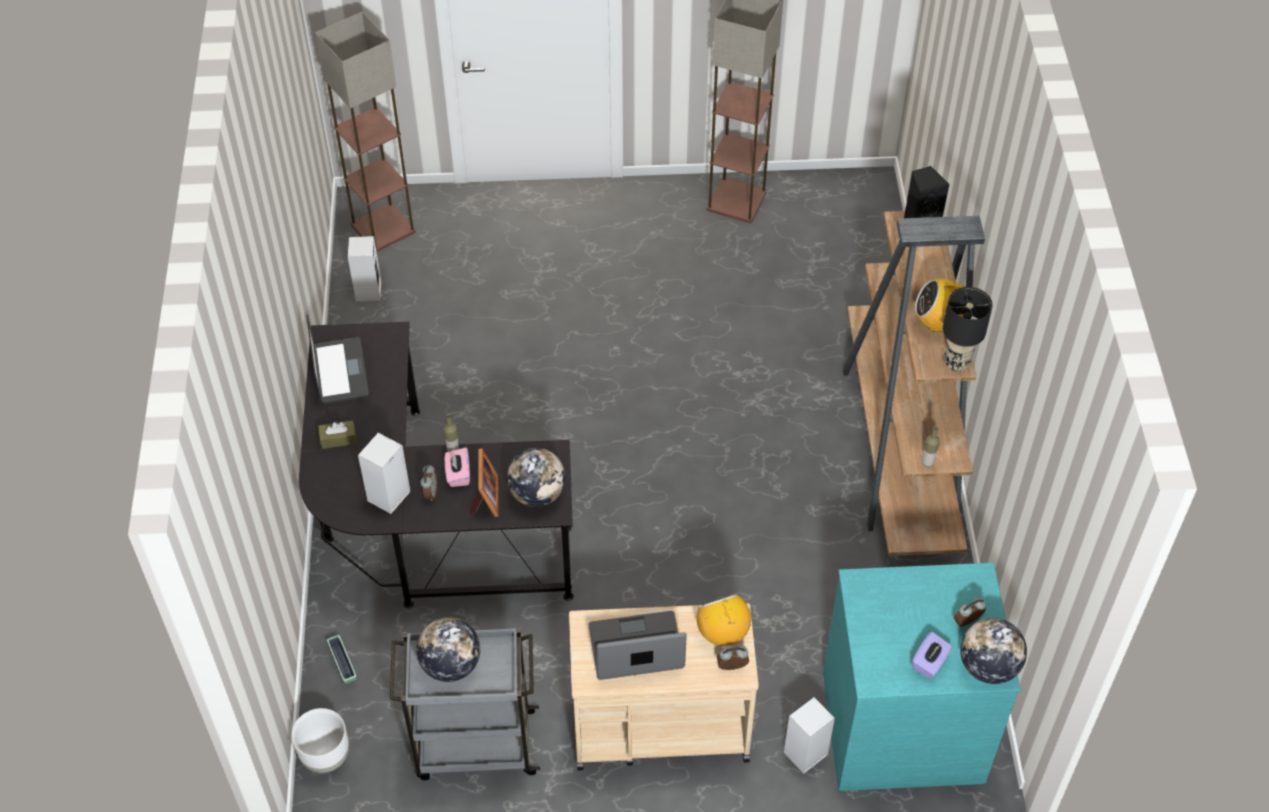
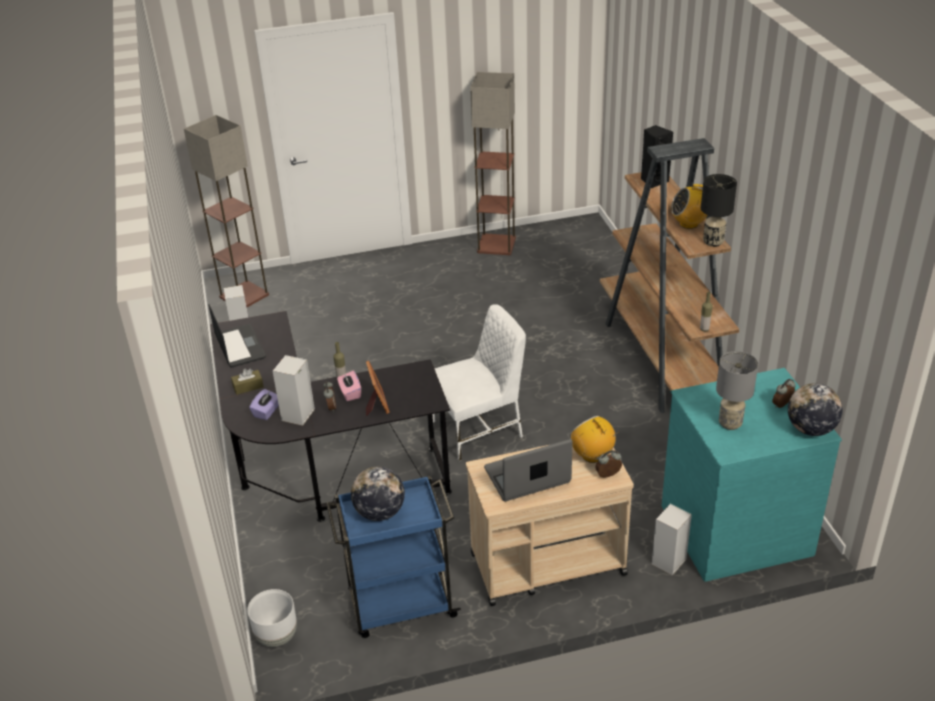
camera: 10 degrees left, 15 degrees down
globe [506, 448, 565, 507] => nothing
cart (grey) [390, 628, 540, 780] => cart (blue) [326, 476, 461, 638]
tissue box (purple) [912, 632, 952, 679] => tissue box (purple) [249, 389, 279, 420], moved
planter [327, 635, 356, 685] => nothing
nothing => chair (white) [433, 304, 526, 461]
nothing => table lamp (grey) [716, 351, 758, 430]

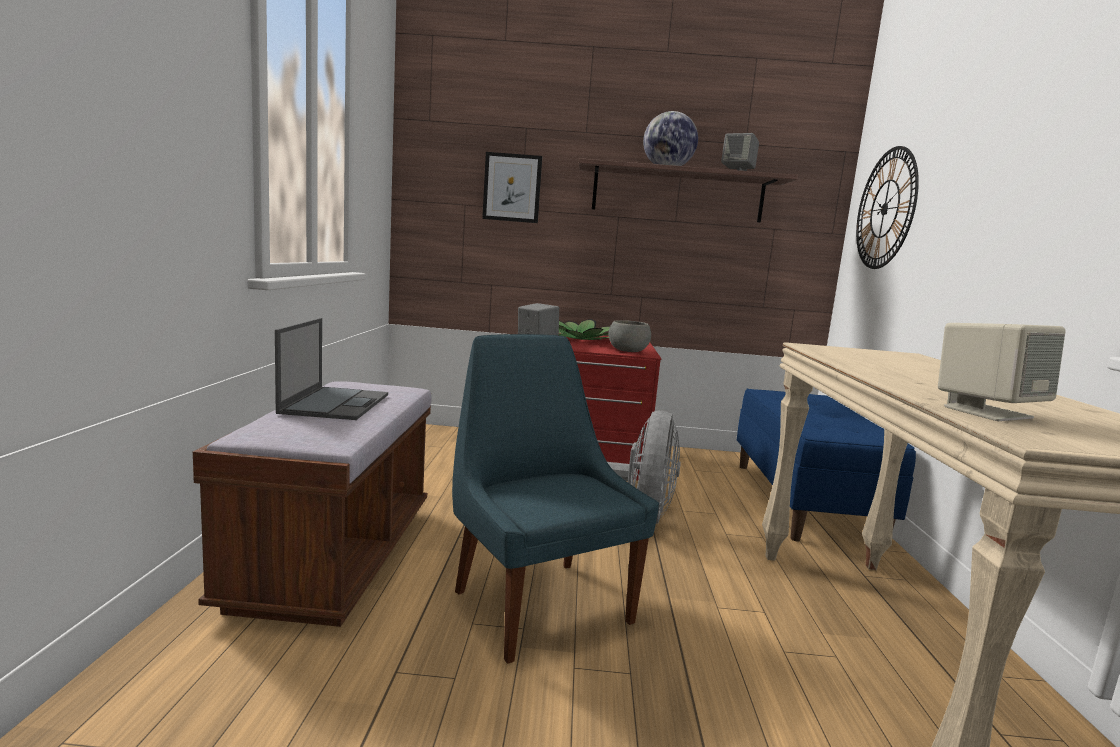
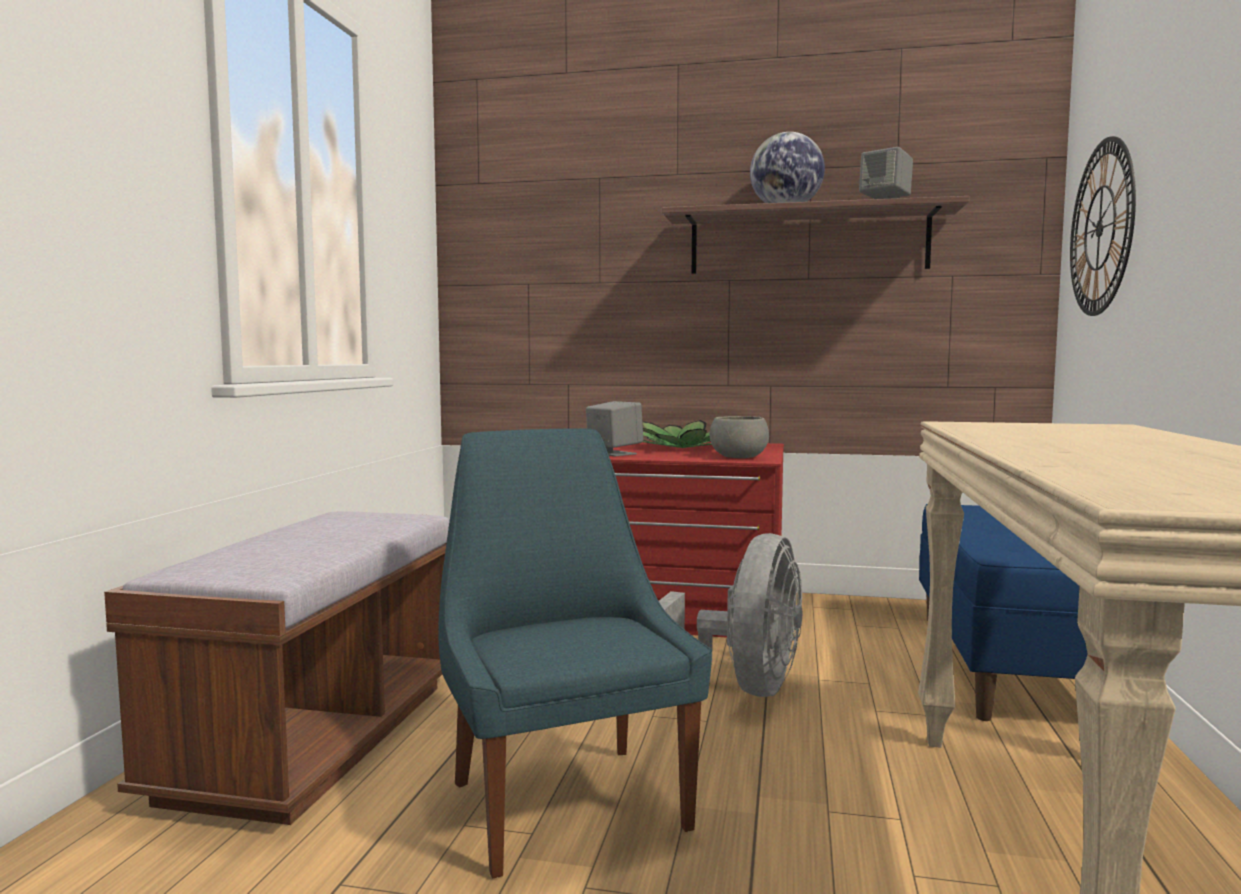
camera: 10 degrees right, 5 degrees down
picture [482, 152, 542, 223] => nothing
laptop [275, 318, 388, 420] => nothing
speaker (beige) [938, 323, 1066, 421] => nothing

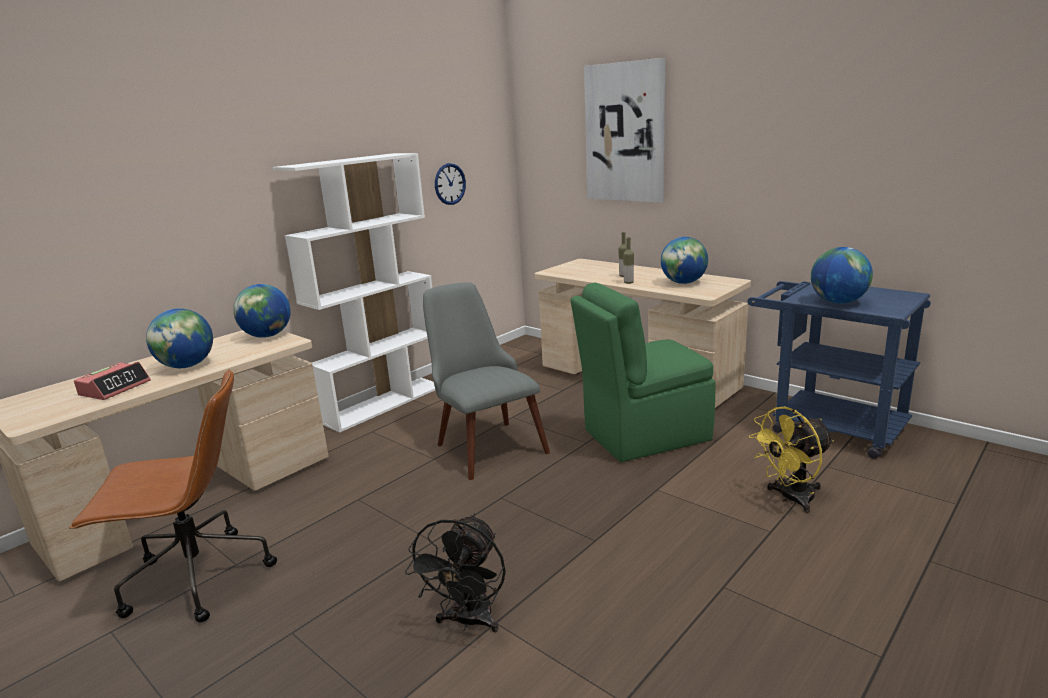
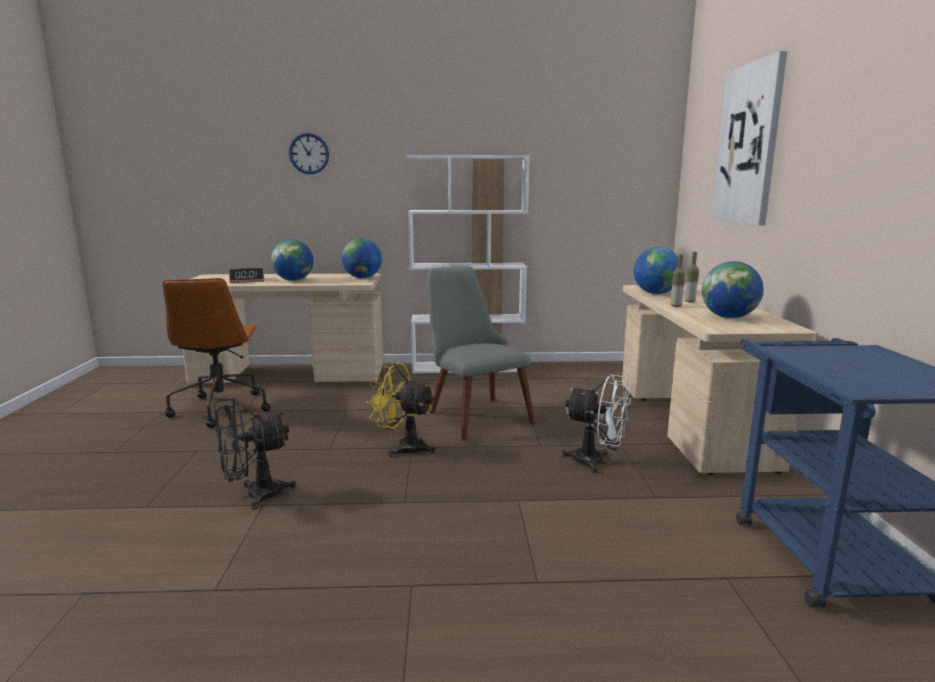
camera: 45 degrees right, 5 degrees down
wall clock [435, 163, 466, 205] => wall clock [289, 133, 329, 174], moved
globe [811, 247, 873, 304] => globe [634, 247, 678, 294], moved
chair (grey) [423, 282, 550, 480] => chair (grey) [427, 267, 535, 441], 45 degrees counterclockwise
chair (green) [570, 282, 716, 462] => fan (white) [561, 374, 631, 474]
office chair (brown) [69, 369, 277, 623] => office chair (brown) [163, 278, 271, 428], 45 degrees clockwise
fan (yellow) [749, 407, 834, 513] => fan (yellow) [366, 362, 435, 457], moved

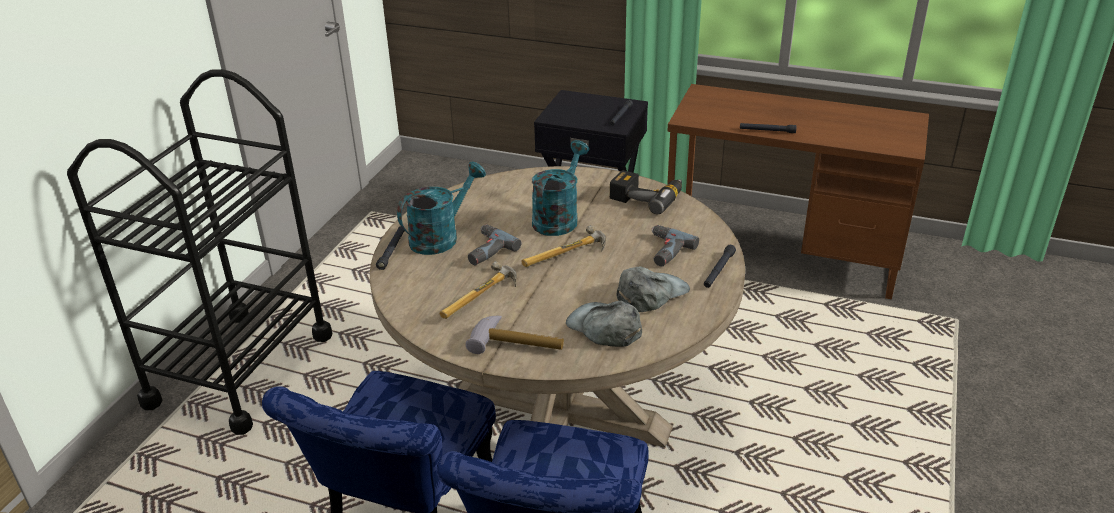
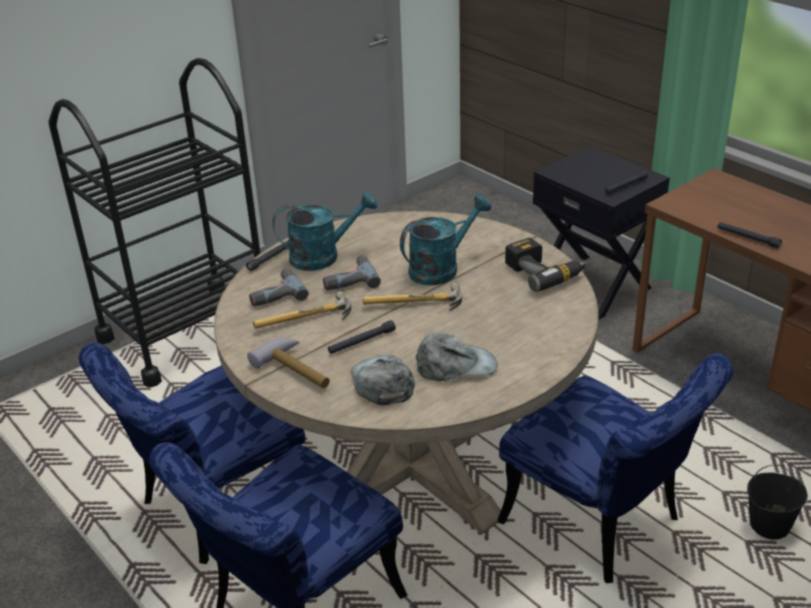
camera: 30 degrees right, 0 degrees up
power drill [651, 225, 699, 267] => power drill [249, 268, 309, 306], moved
flashlight (black) [704, 245, 736, 288] => flashlight (black) [328, 320, 396, 354], moved
nothing => chair (blue) [498, 353, 733, 583]
nothing => bucket (black) [747, 465, 808, 540]

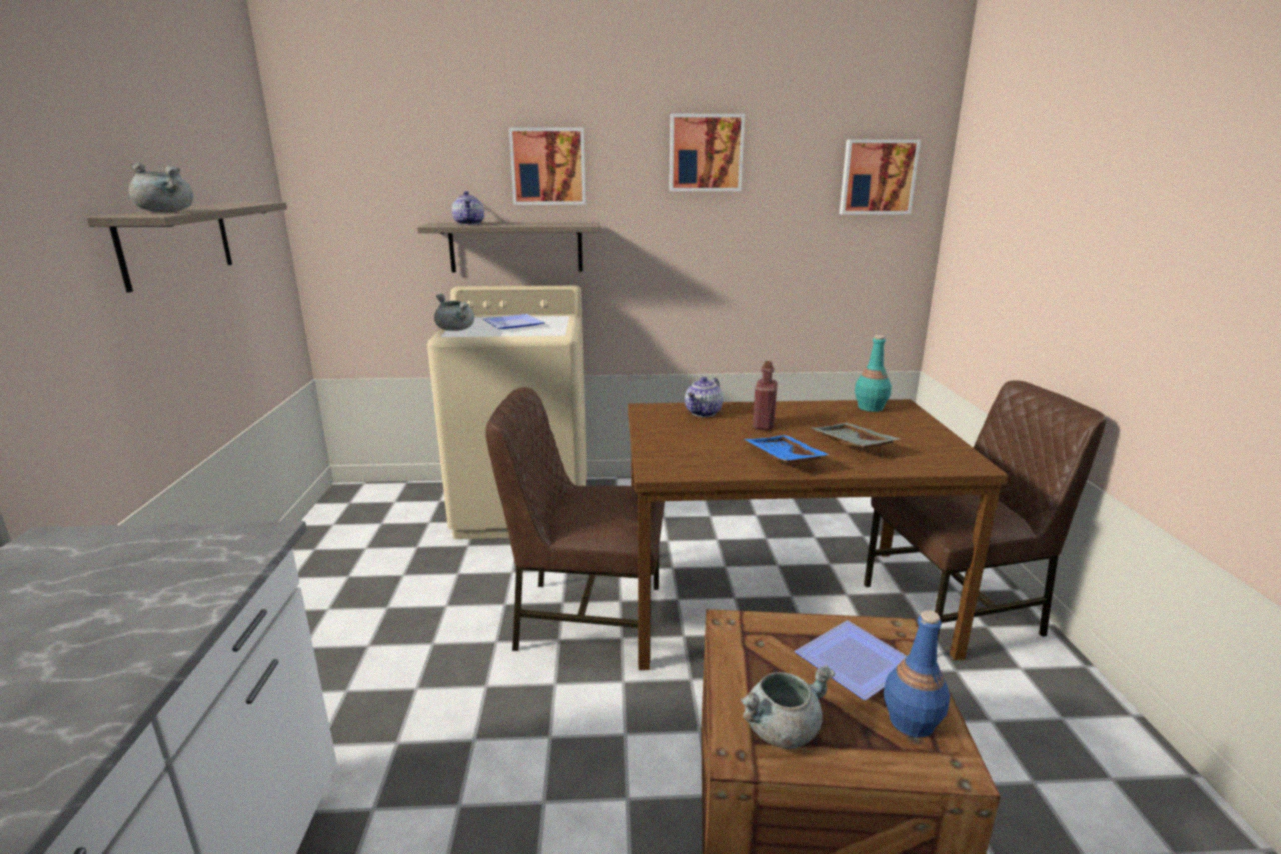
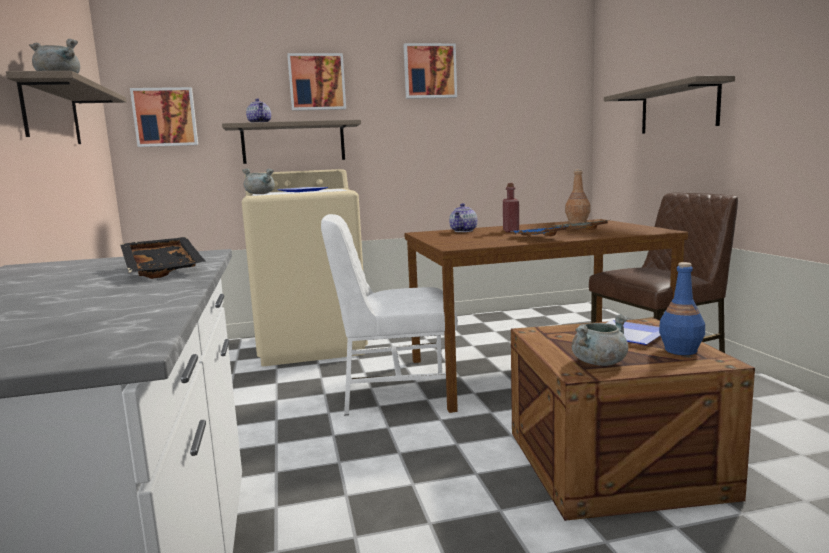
camera: 10 degrees left, 10 degrees down
picture [839, 139, 921, 215] => picture [130, 87, 198, 147], moved
bottle (turquoise) [855, 335, 892, 412] => bottle (brown) [565, 169, 591, 223]
chair (brown) [485, 387, 665, 651] => chair (white) [321, 214, 458, 416]
nothing => shelf [604, 76, 735, 134]
nothing => tray (black) [120, 237, 205, 279]

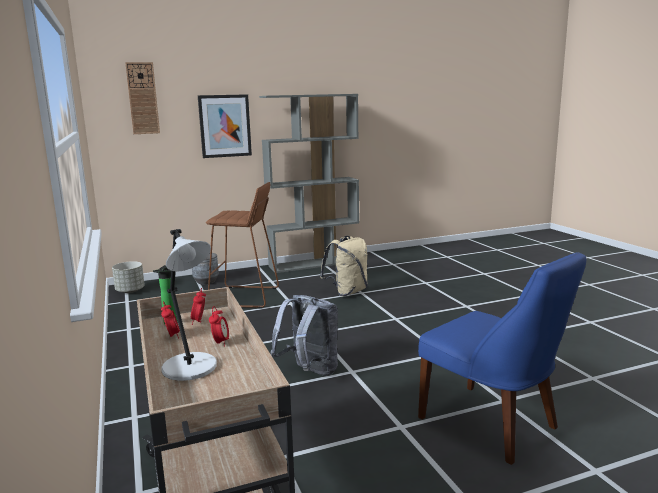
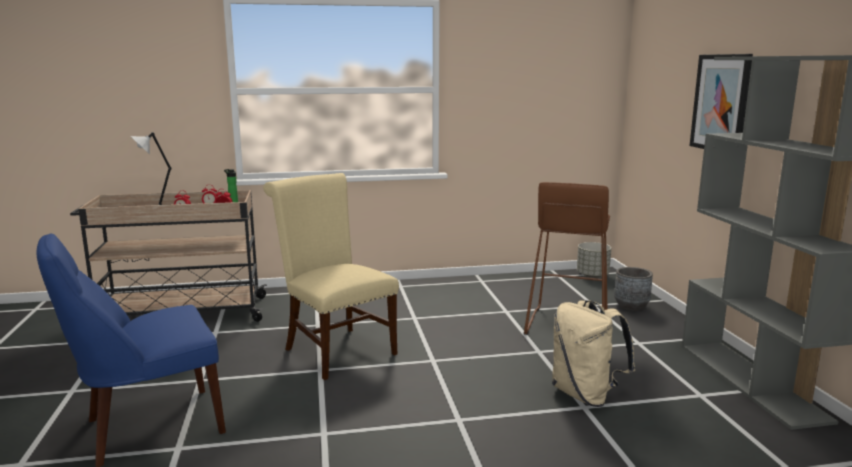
camera: 100 degrees right, 0 degrees up
wall clock [125, 62, 160, 134] => nothing
backpack (grey) [270, 295, 338, 376] => chair (beige) [263, 173, 399, 380]

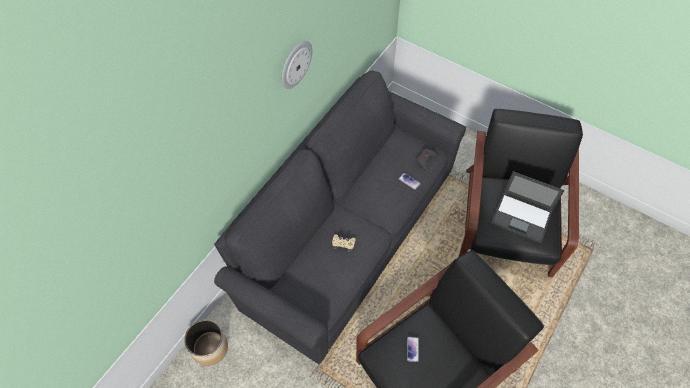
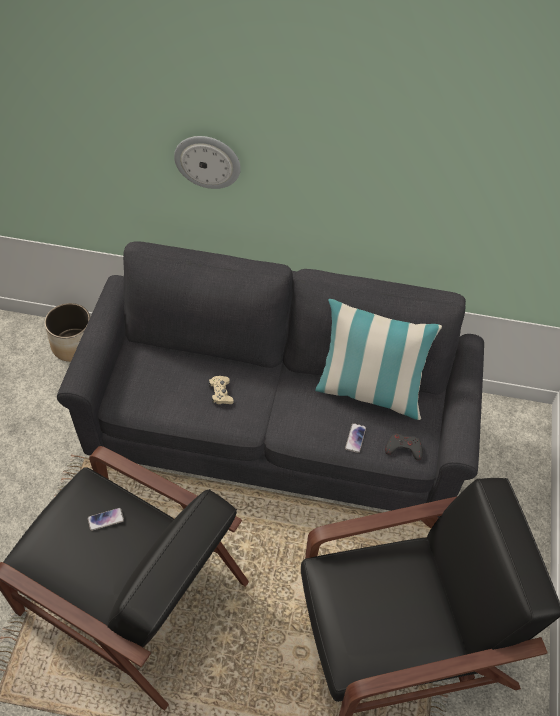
camera: 65 degrees right, 5 degrees down
wall clock [281, 41, 312, 89] => wall clock [174, 136, 241, 189], moved
laptop [491, 171, 565, 243] => nothing
nothing => pillow [315, 299, 442, 420]

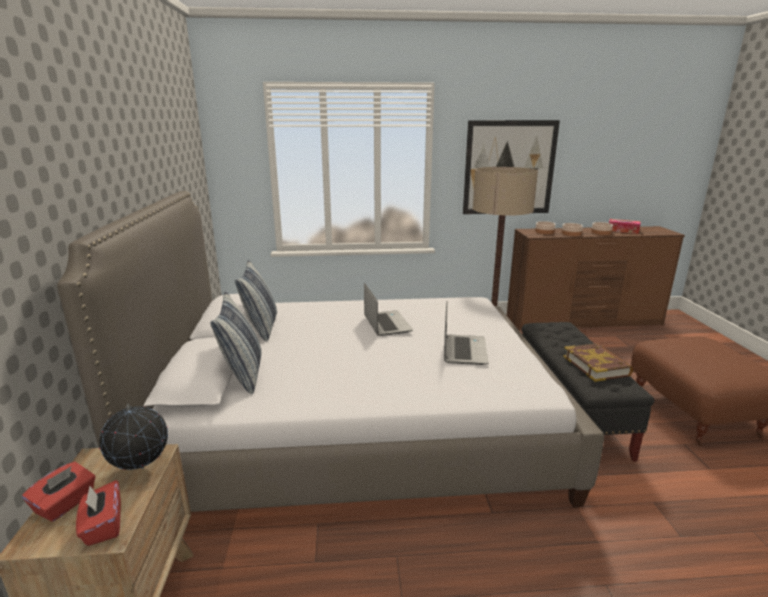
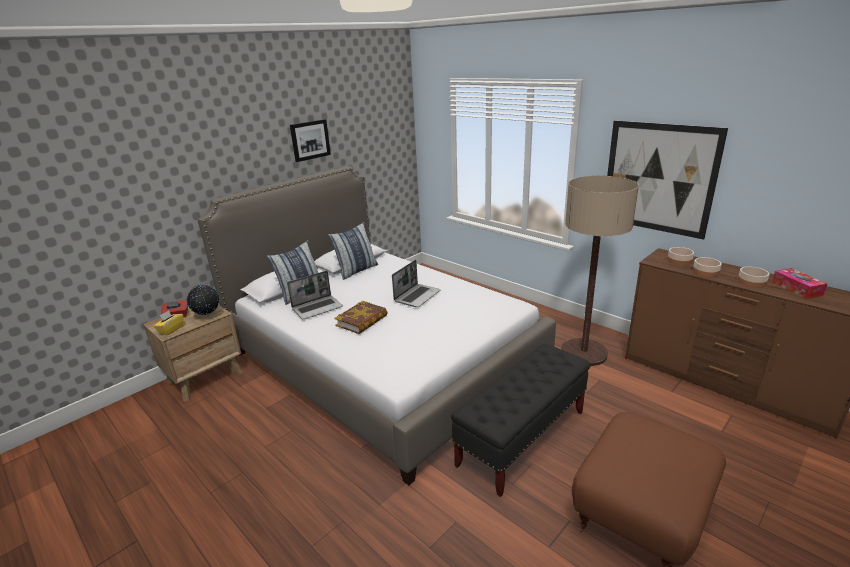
camera: 50 degrees right, 5 degrees up
laptop [444, 302, 489, 365] => laptop [287, 271, 343, 319], moved
book [563, 343, 633, 382] => book [334, 301, 388, 334], moved
tissue box (red) [76, 480, 121, 546] => tissue box (yellow) [154, 310, 184, 335]
nothing => picture [290, 119, 331, 162]

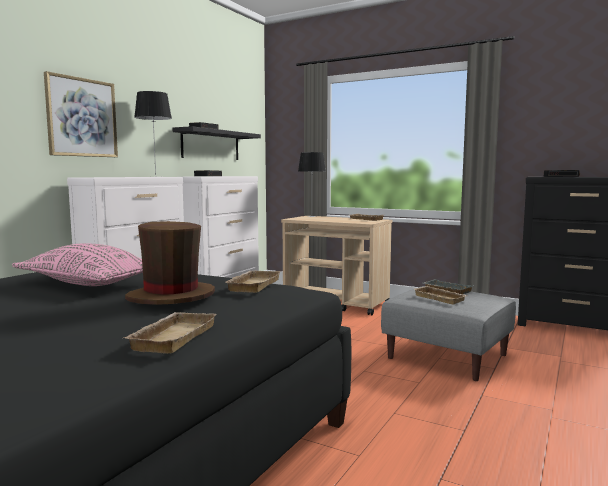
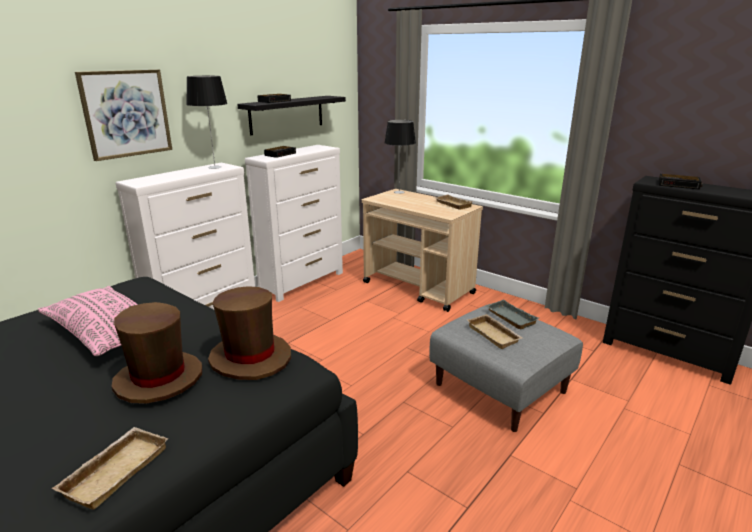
camera: 10 degrees right, 15 degrees up
tray (beige) [226, 271, 281, 293] => hat (brown) [208, 286, 291, 380]

